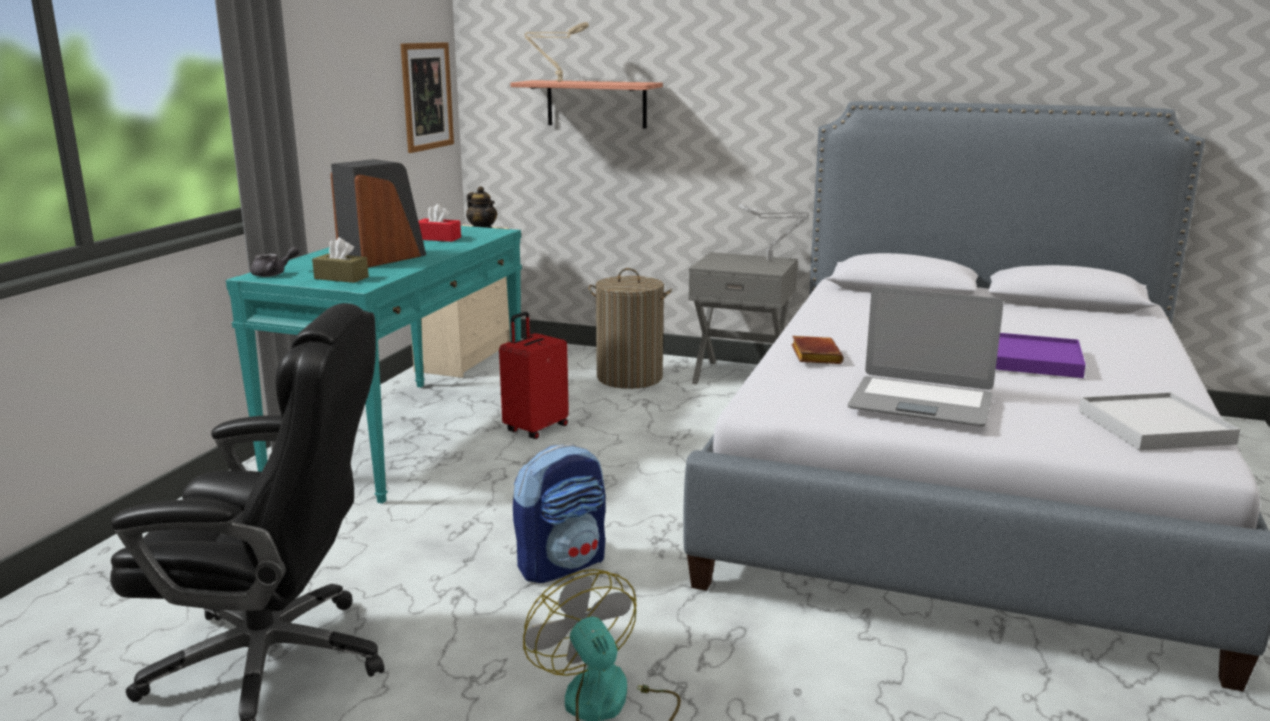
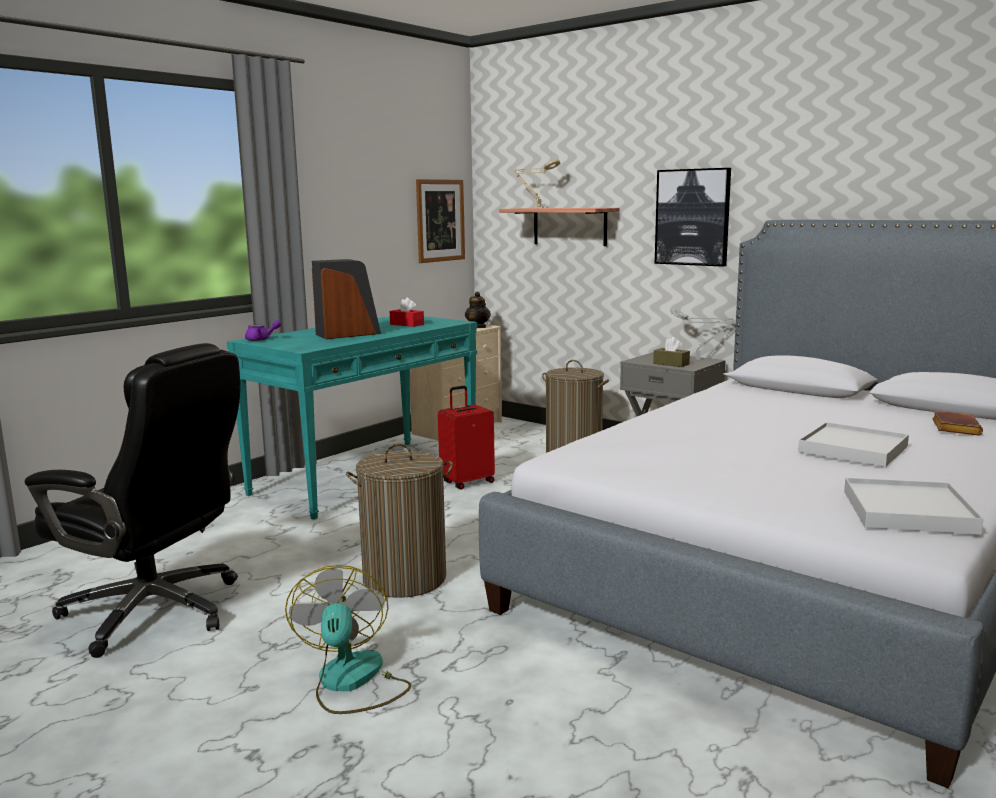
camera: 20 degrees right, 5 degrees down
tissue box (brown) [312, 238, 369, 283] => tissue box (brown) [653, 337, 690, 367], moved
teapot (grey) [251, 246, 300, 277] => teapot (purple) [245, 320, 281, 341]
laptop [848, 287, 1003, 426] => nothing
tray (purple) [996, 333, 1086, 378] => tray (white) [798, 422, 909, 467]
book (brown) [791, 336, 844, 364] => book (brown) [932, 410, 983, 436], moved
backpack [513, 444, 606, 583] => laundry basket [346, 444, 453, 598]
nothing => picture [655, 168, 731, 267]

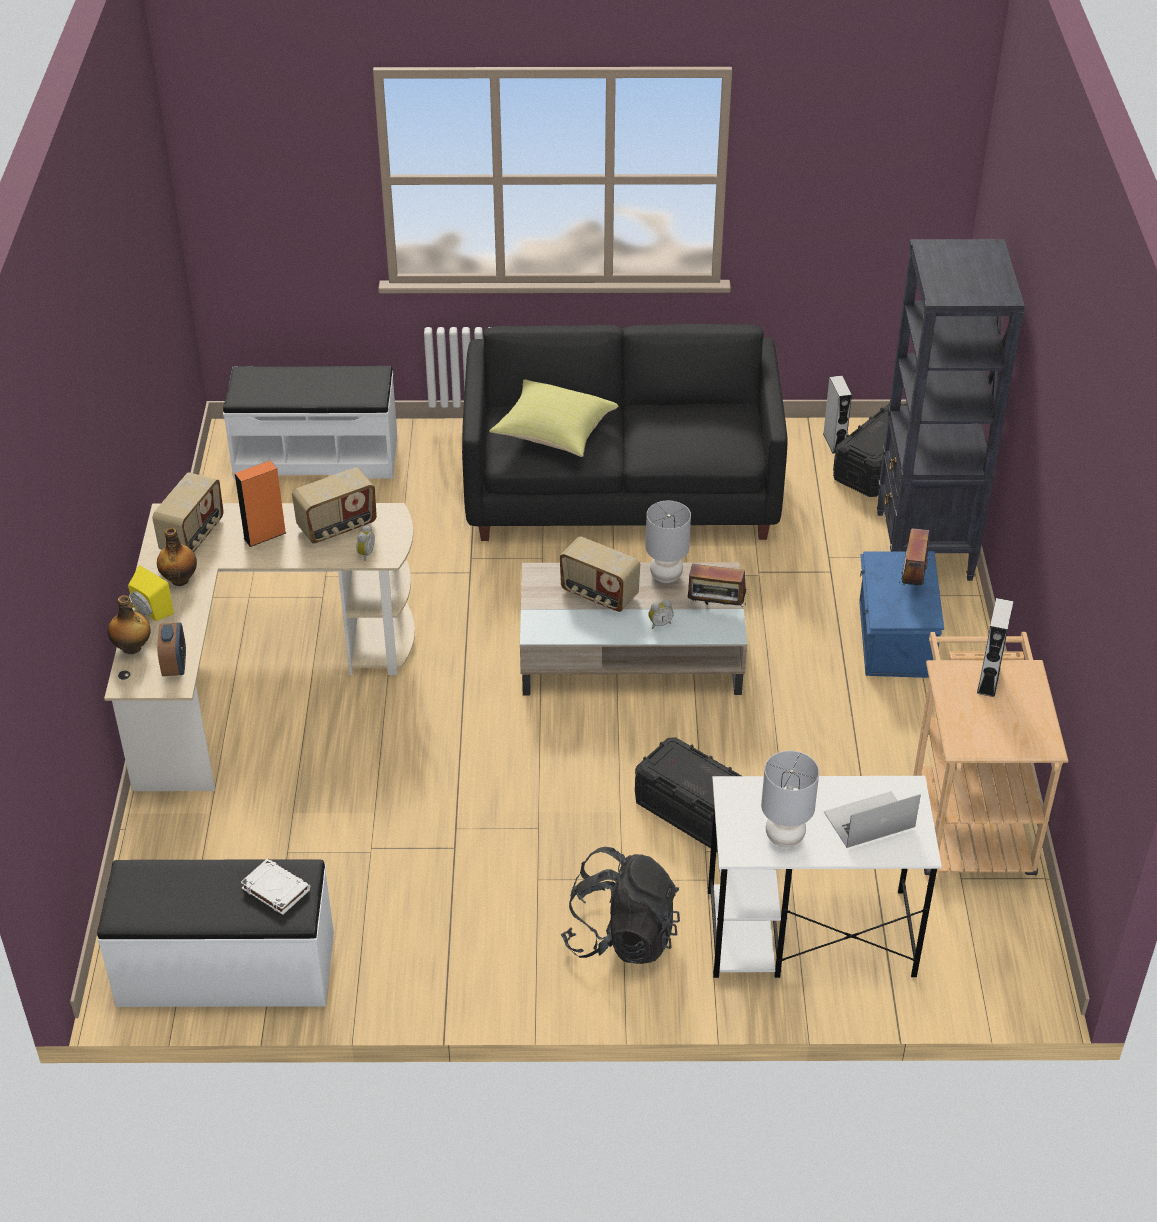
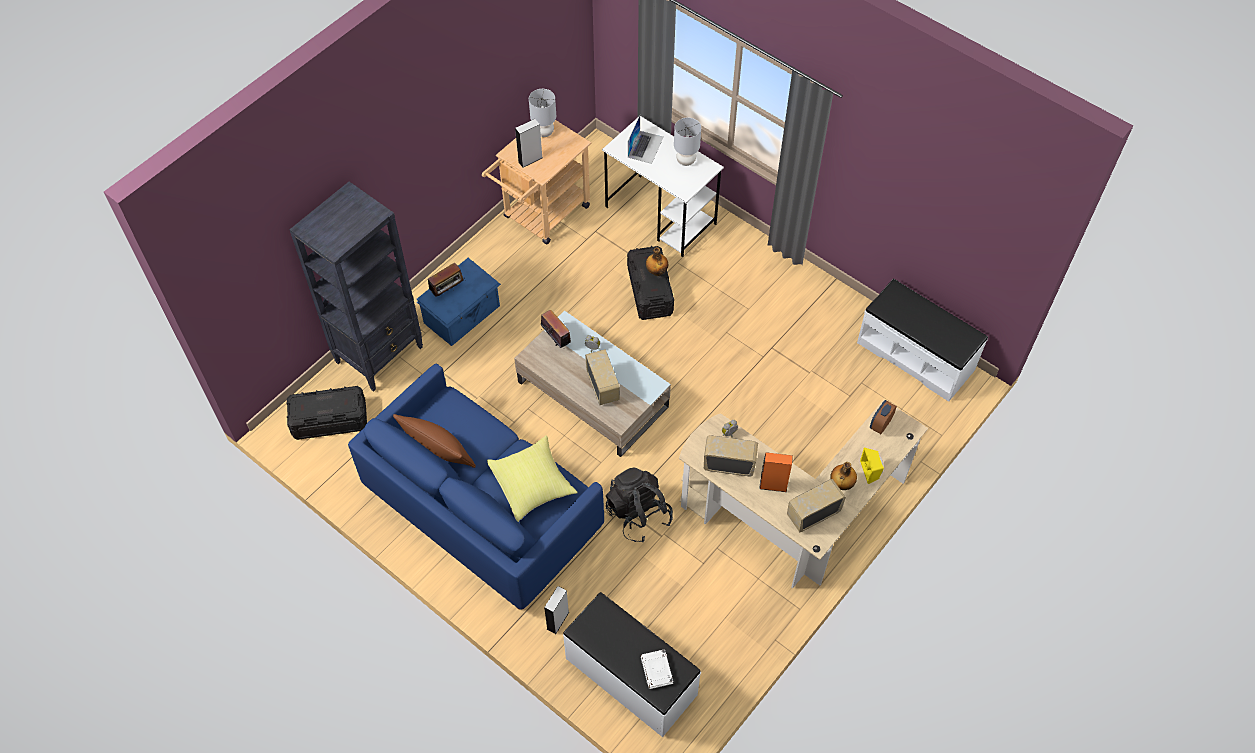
camera: 140 degrees left, 15 degrees up
sofa (black) [462, 324, 788, 541] => sofa (blue) [348, 364, 604, 610]
speaker (grey) [823, 375, 852, 454] => speaker (grey) [544, 586, 569, 634], moved
table lamp (grey) [646, 501, 691, 583] => table lamp (grey) [529, 89, 556, 137], moved
bottle [108, 595, 151, 654] => bottle [646, 247, 668, 276], moved
laptop [824, 791, 921, 848] => laptop [628, 116, 663, 164], 90 degrees counterclockwise
backpack (black) [560, 847, 680, 964] => backpack (black) [606, 468, 673, 542], moved
book (white) [241, 858, 310, 915] => book (white) [641, 649, 673, 689], moved
nothing => pillow (brown) [393, 414, 476, 468]

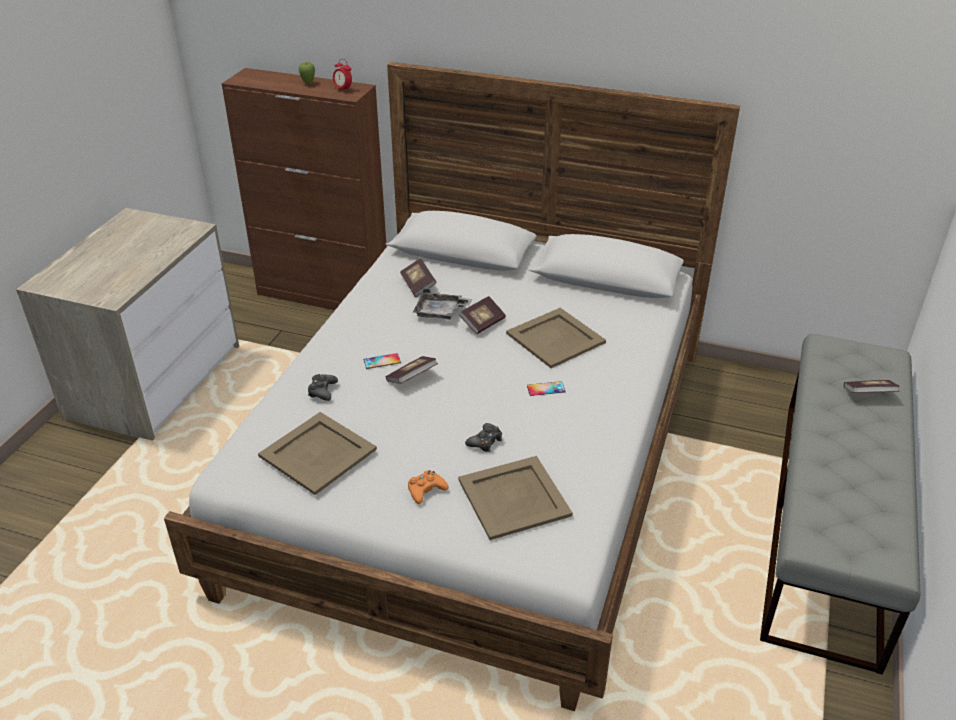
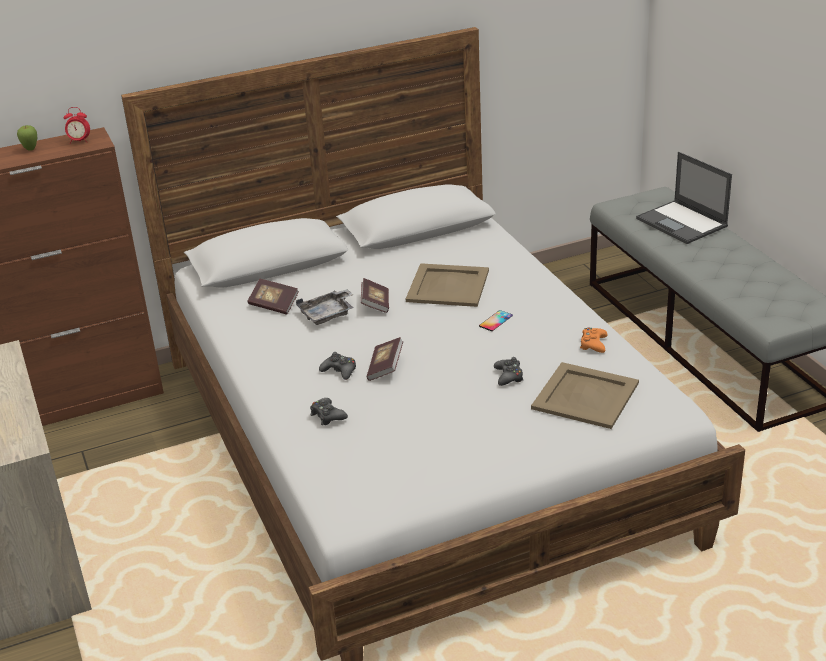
camera: 40 degrees left, 5 degrees down
phone [364, 353, 401, 369] => game controller (black) [319, 352, 356, 380]
book [844, 380, 900, 393] => laptop [636, 152, 732, 244]
tray (beige) [258, 412, 377, 495] => nothing
game controller (orange) [408, 470, 449, 504] => game controller (orange) [580, 328, 608, 353], moved

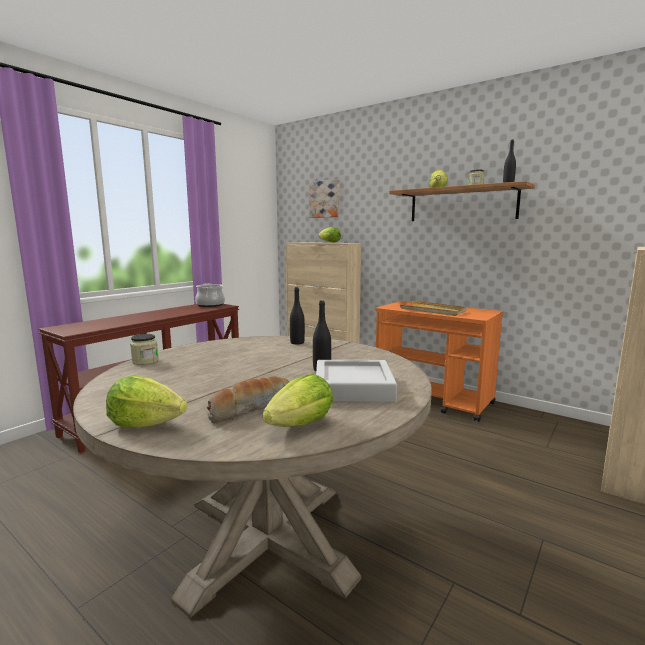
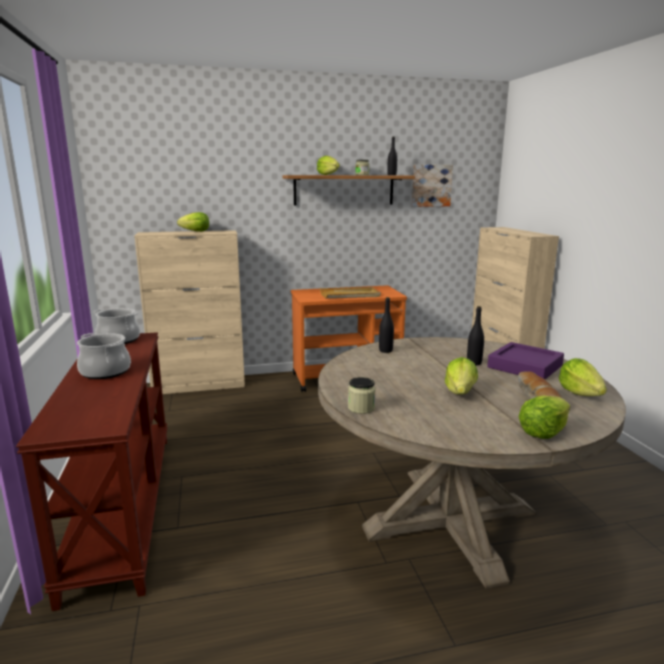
camera: 50 degrees left, 5 degrees up
picture [309, 179, 340, 218] => picture [412, 164, 453, 207], moved
tray (grey) [316, 360, 397, 402] => tray (purple) [487, 342, 564, 379]
nothing => cooking pot [77, 333, 131, 379]
nothing => lettuce [445, 357, 478, 395]

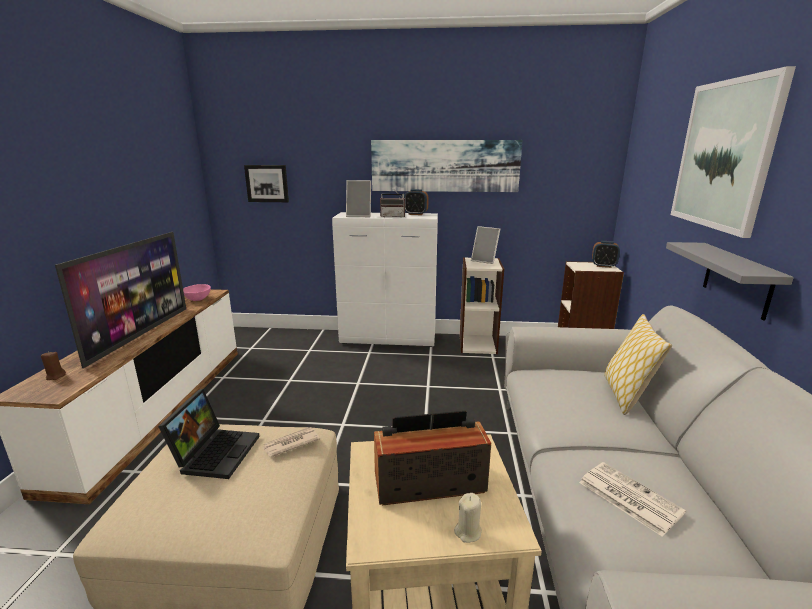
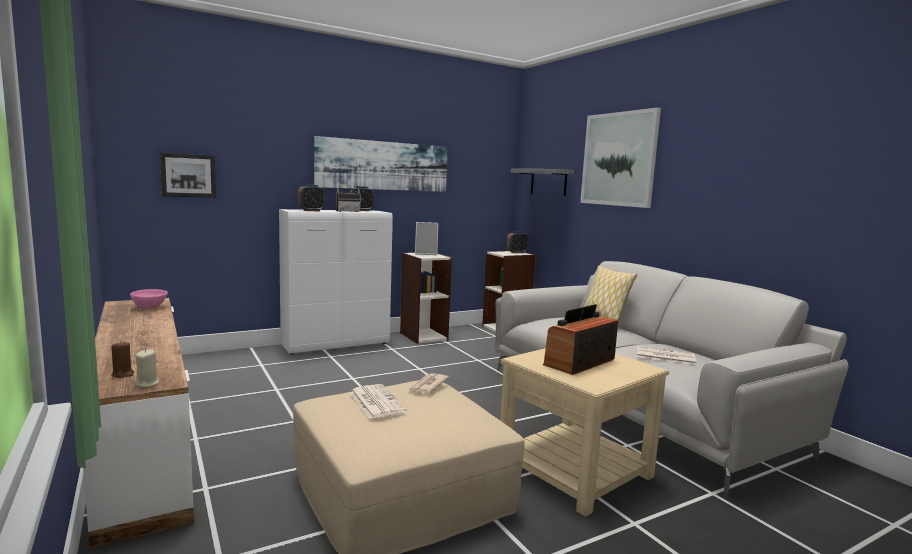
camera: 35 degrees left, 10 degrees down
picture frame [346, 180, 371, 217] => alarm clock [298, 185, 325, 211]
television [55, 232, 186, 368] => nothing
shelf (grey) [666, 242, 794, 320] => shelf (grey) [511, 169, 574, 196], moved
laptop [158, 389, 260, 479] => newspaper [350, 384, 407, 419]
candle (beige) [454, 493, 482, 543] => candle (beige) [134, 349, 160, 388], moved

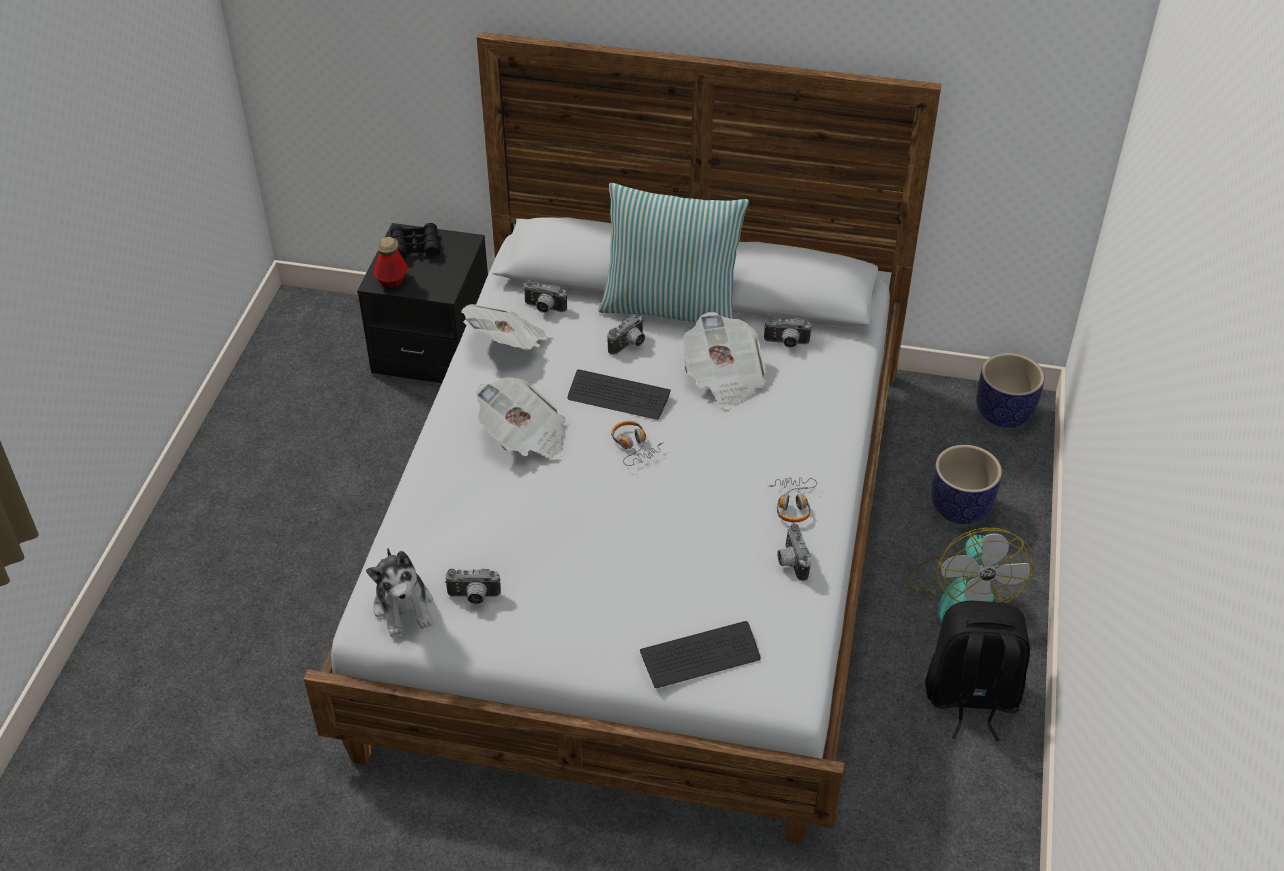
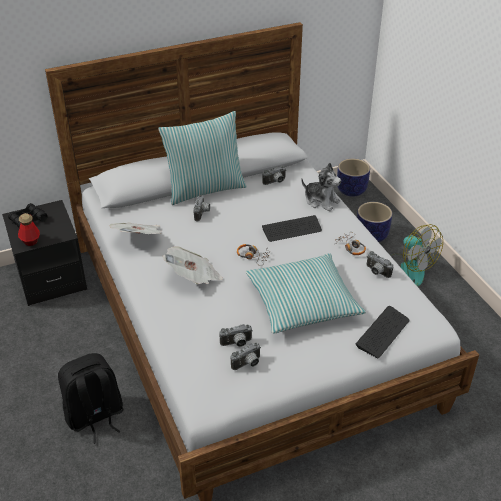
camera: 35 degrees left, 5 degrees down
photo camera [523, 279, 567, 313] => photo camera [220, 324, 253, 347], moved
newspaper [683, 312, 767, 410] => nothing
keyboard [567, 370, 671, 420] => keyboard [262, 215, 322, 242], moved
plush toy [366, 548, 433, 637] => plush toy [301, 163, 341, 211], moved
backpack (black) [925, 601, 1030, 742] => backpack (black) [58, 353, 124, 444], moved
nothing => pillow [245, 253, 366, 334]

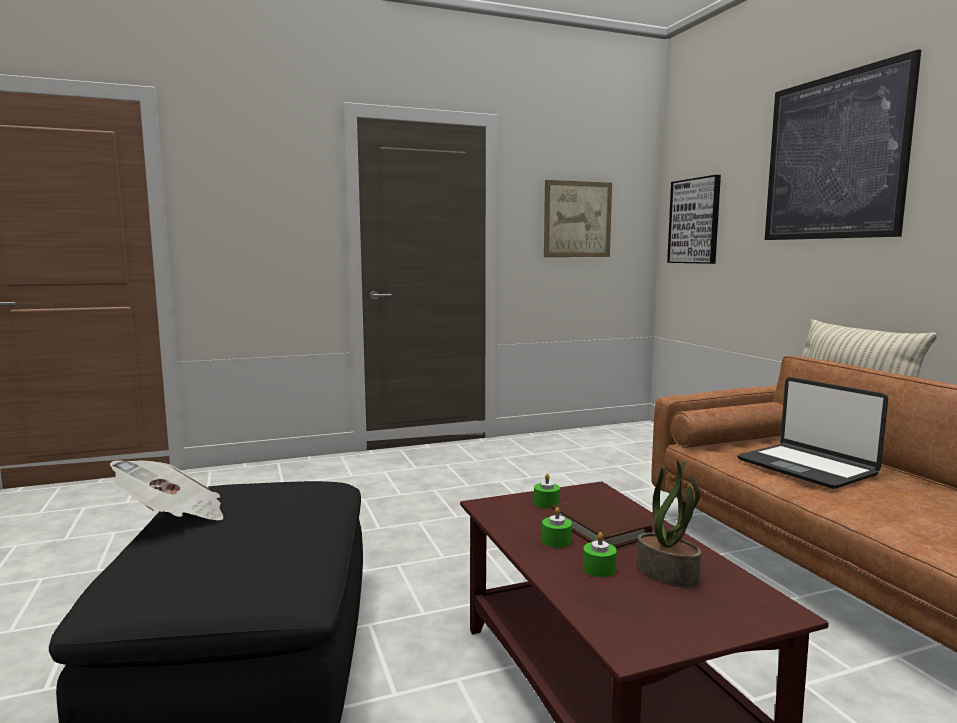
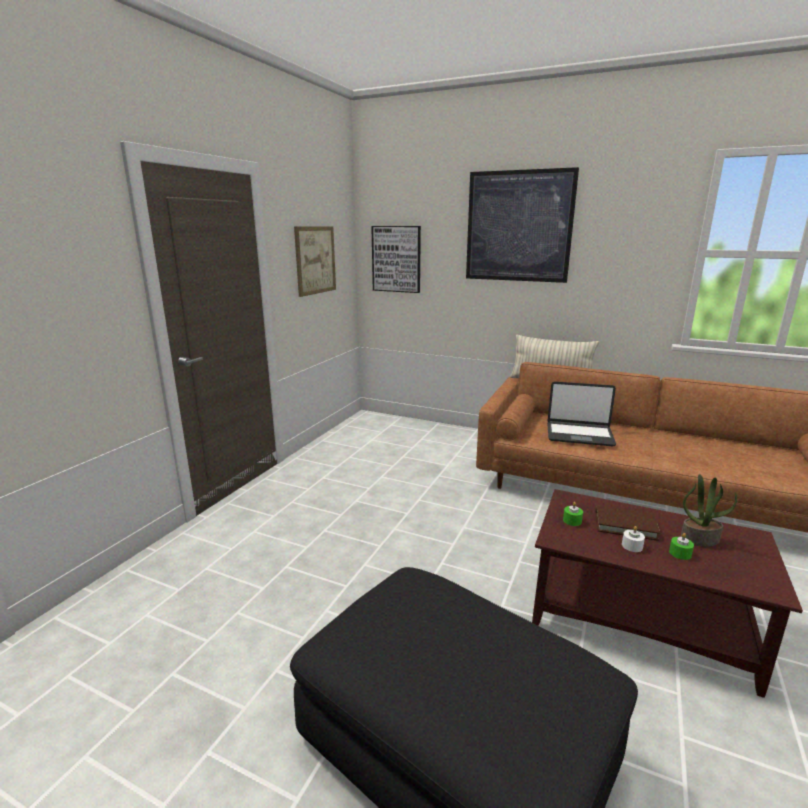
camera: 45 degrees left, 10 degrees up
newspaper [110, 460, 223, 520] => nothing
candle (green) [542, 507, 572, 548] => candle (white) [622, 526, 645, 552]

